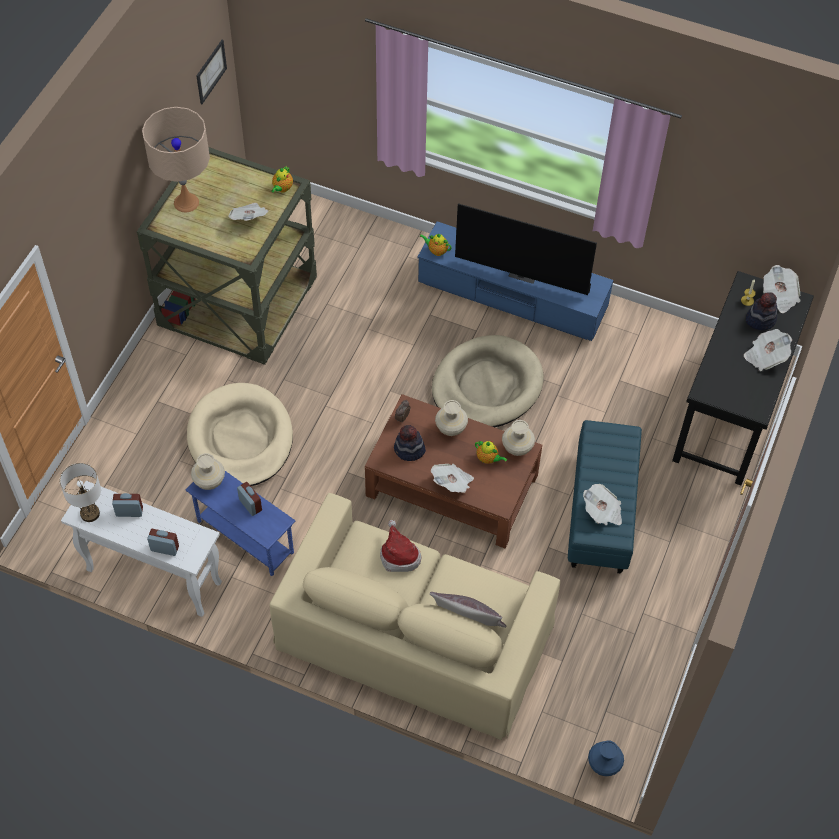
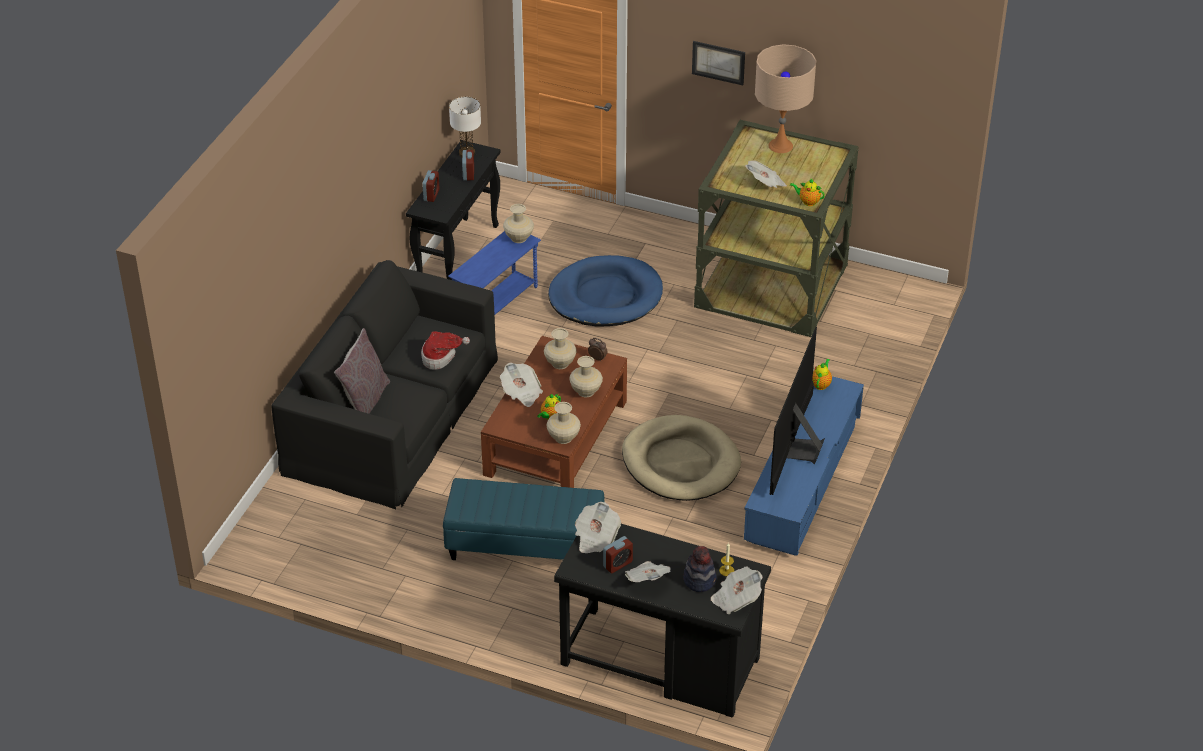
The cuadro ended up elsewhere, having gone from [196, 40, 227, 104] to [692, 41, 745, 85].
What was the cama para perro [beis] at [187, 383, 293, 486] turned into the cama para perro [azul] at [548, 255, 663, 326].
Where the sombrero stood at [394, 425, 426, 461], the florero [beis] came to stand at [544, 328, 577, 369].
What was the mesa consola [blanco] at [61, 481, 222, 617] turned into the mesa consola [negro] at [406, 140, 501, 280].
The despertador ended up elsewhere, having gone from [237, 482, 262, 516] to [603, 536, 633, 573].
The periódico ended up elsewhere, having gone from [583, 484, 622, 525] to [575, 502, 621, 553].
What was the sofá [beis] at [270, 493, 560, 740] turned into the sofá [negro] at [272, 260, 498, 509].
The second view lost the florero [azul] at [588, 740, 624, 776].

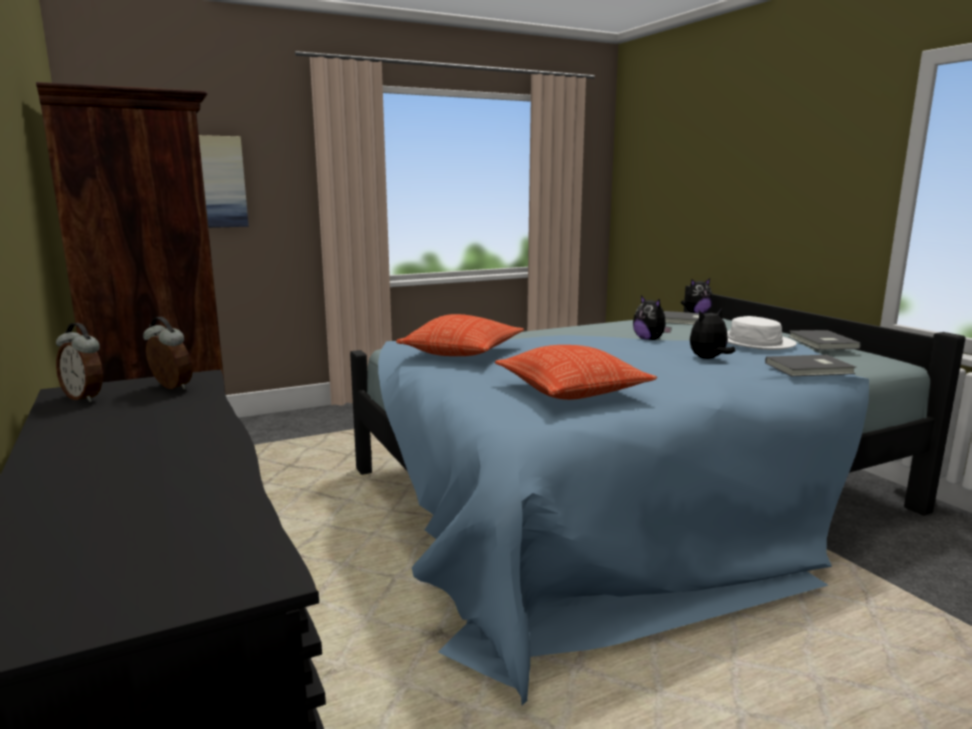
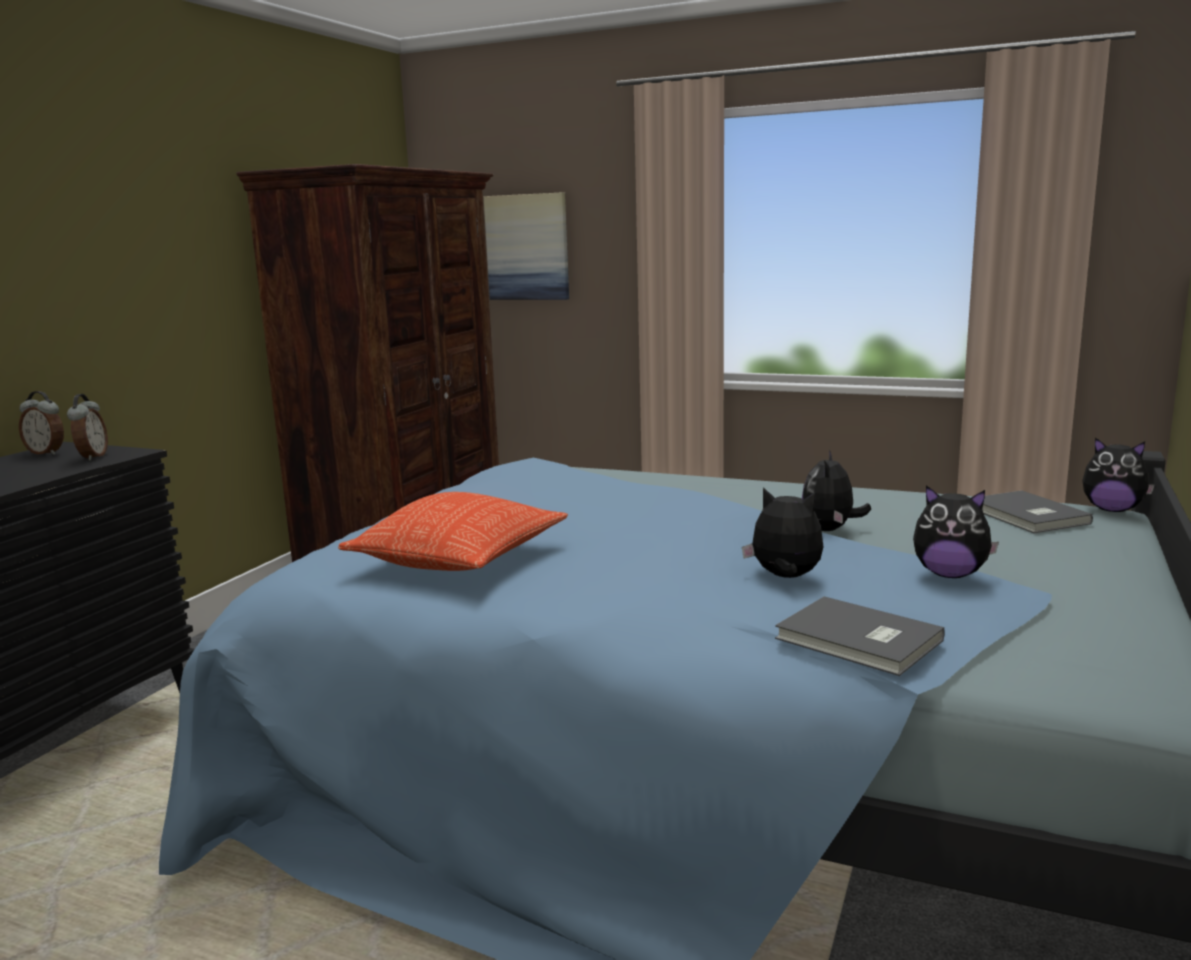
The second view lost the cojín [naranja] at [396, 314, 524, 356].
Where the sombrero [blanco] stood at [727, 316, 797, 350], the peluche came to stand at [913, 485, 999, 578].
The despertador at [56, 323, 103, 402] ended up facing another way, 60 degrees counterclockwise from before.
The second view lost the libro [gris] at [788, 330, 861, 350].

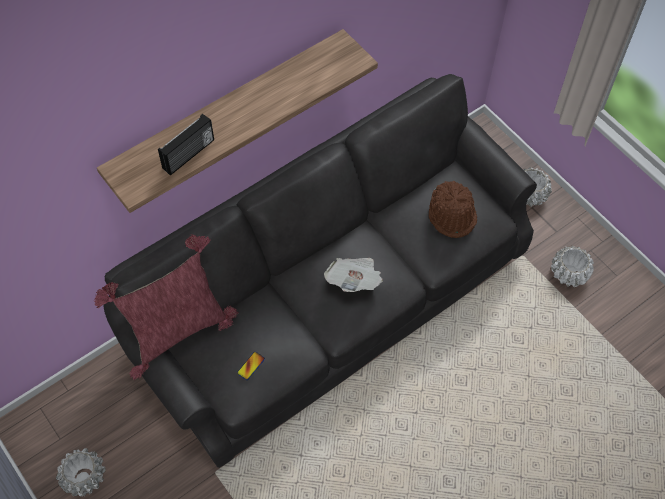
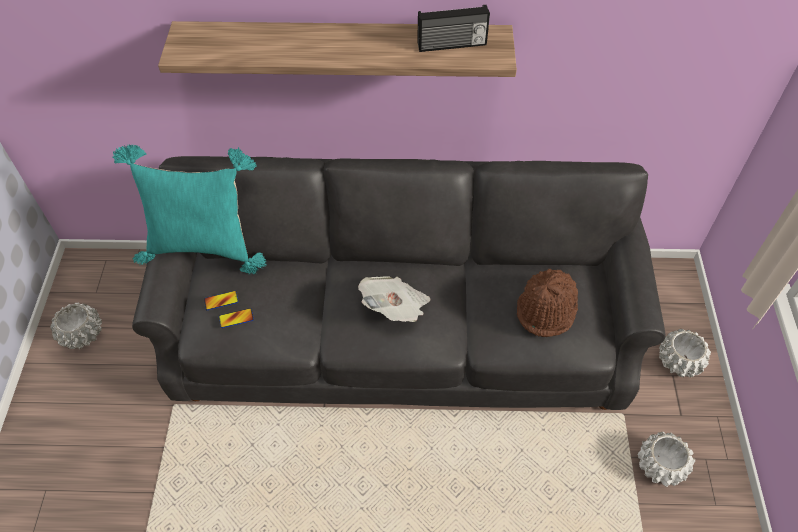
The radio ended up elsewhere, having gone from [158, 114, 214, 176] to [417, 5, 490, 52].
What was the cojín [rojo] at [94, 234, 238, 380] turned into the cojín [turquesa] at [113, 144, 267, 275].
The second view gained the móvil at [204, 291, 239, 310].

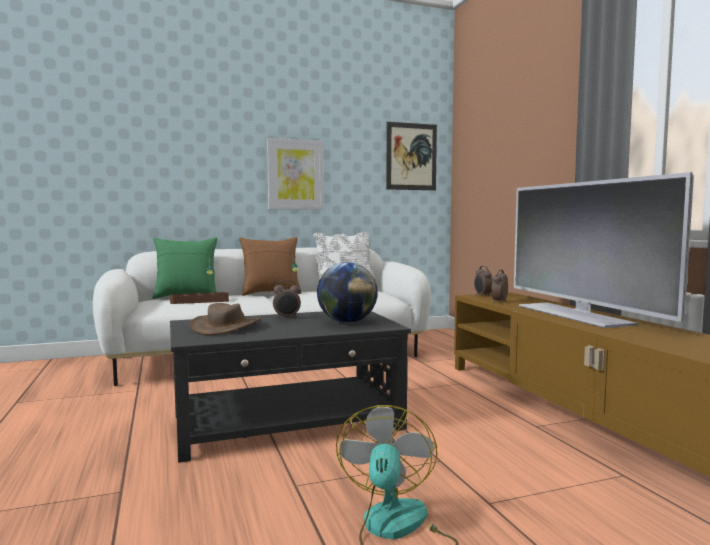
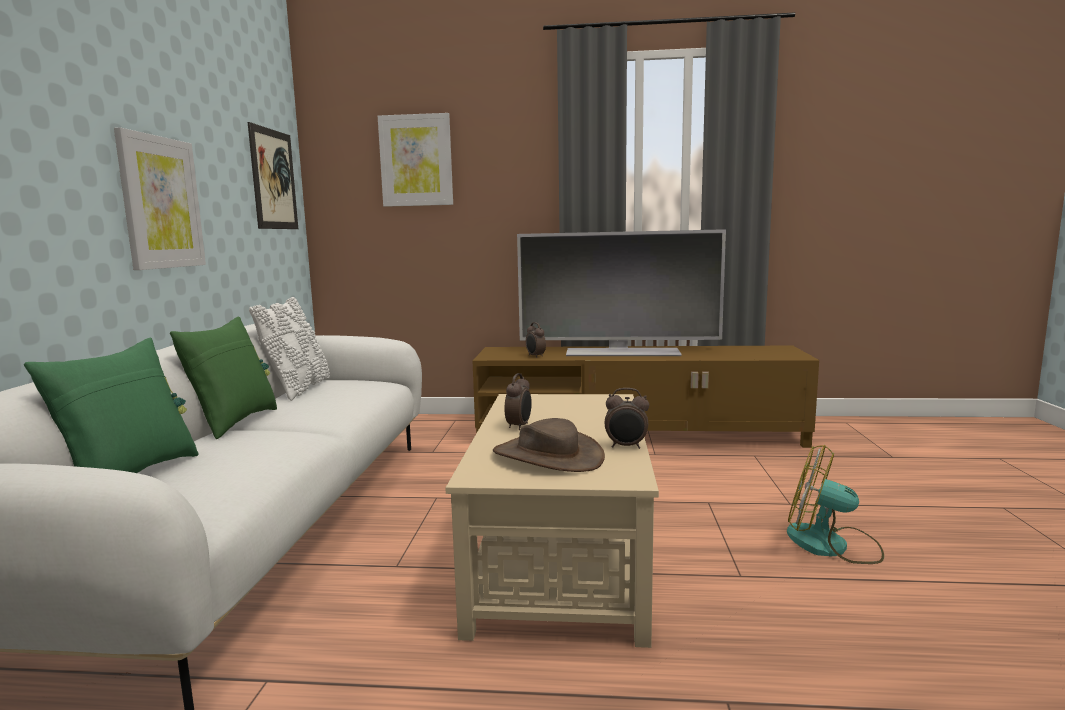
What was the cojín [marrón] at [239, 237, 301, 296] turned into the cojín [verde] at [170, 317, 277, 439].
The second view lost the globo terráqueo at [317, 262, 378, 323].
The despertador ended up elsewhere, having gone from [474, 266, 492, 297] to [605, 388, 649, 449].
The second view lost the bandeja [marrón] at [170, 292, 229, 304].
What was the mesa de centro [negro] at [170, 311, 411, 463] turned into the mesa de centro [beis] at [445, 394, 659, 648].
The second view gained the cuadro at [378, 113, 453, 207].

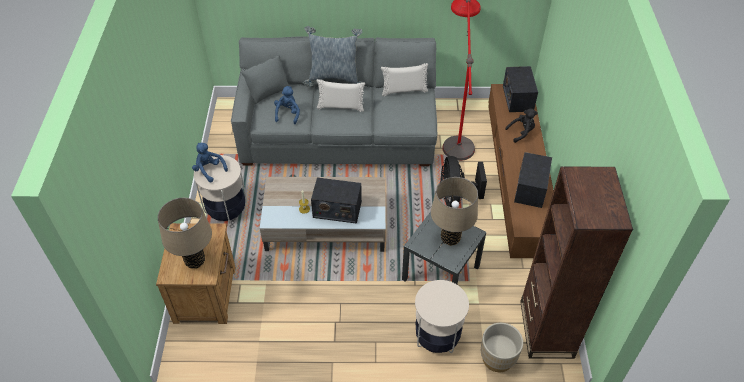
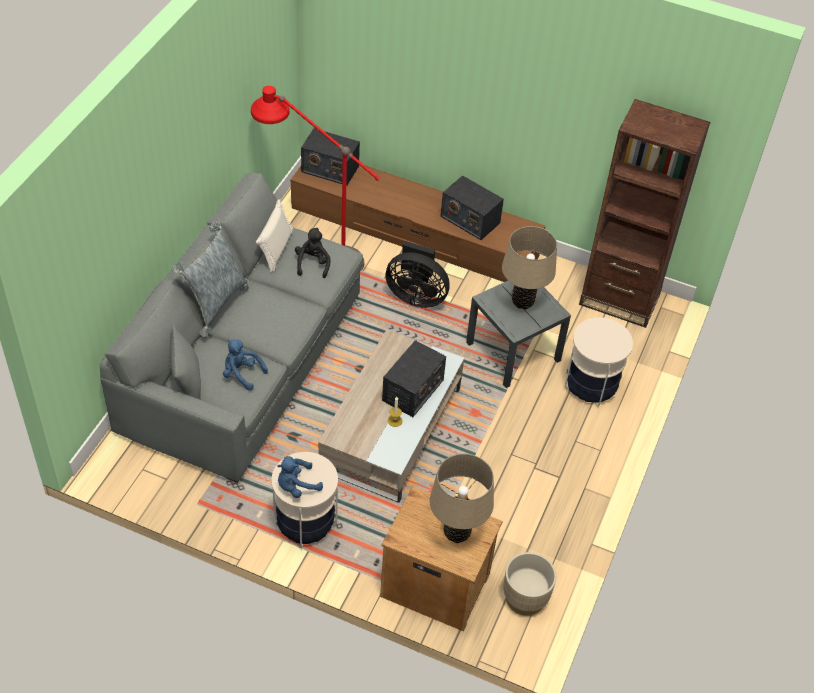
The second view lost the cojín [blanco] at [317, 79, 365, 112].
The peluche [negro] ended up elsewhere, having gone from [505, 109, 538, 143] to [295, 228, 330, 278].
The maceta [beis] ended up elsewhere, having gone from [481, 323, 523, 372] to [503, 552, 556, 616].

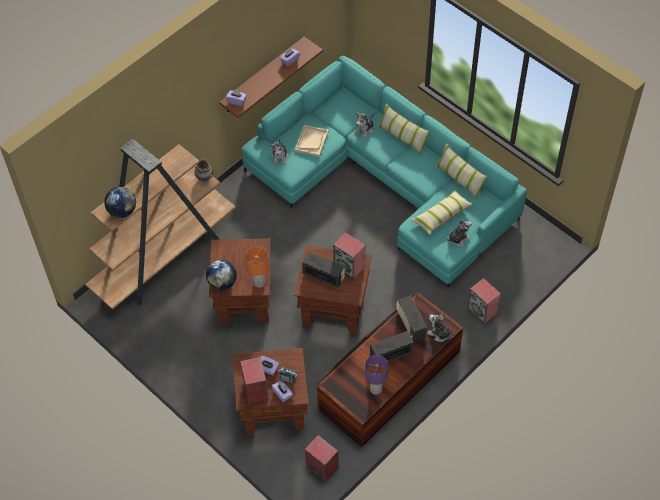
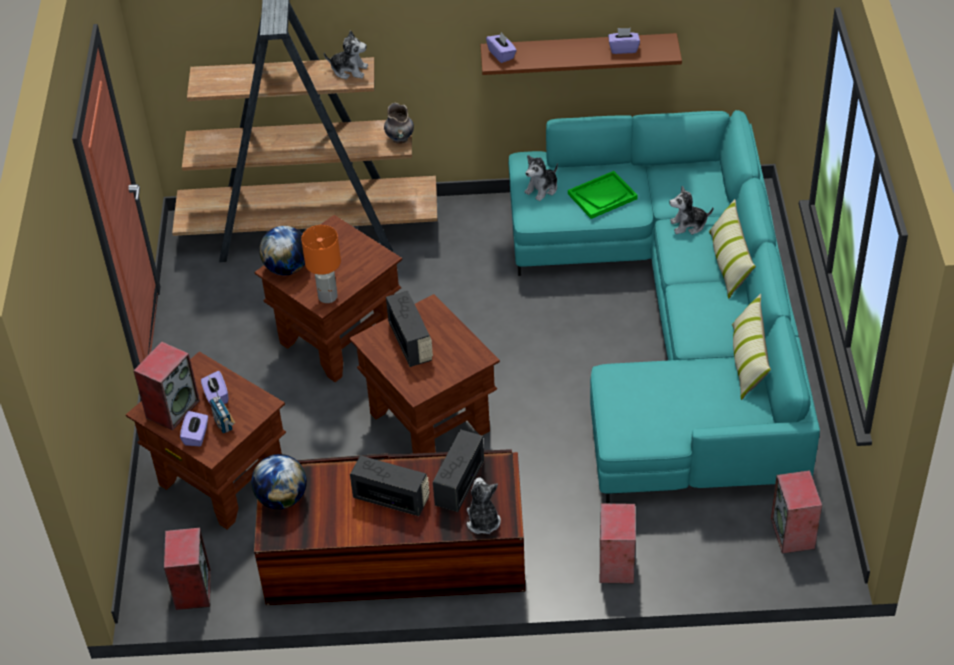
What was the bandeja [beis] at [295, 125, 329, 157] turned into the bandeja [verde] at [568, 171, 638, 219].
The globo terráqueo ended up elsewhere, having gone from [104, 187, 136, 218] to [251, 454, 307, 509].
The second view lost the cojín at [411, 190, 474, 235].
The peluche ended up elsewhere, having gone from [447, 220, 472, 246] to [324, 30, 368, 79].
The altavoz ended up elsewhere, having gone from [333, 232, 365, 280] to [771, 470, 822, 554].
The second view lost the lámpara de mesa [morado] at [365, 355, 388, 394].

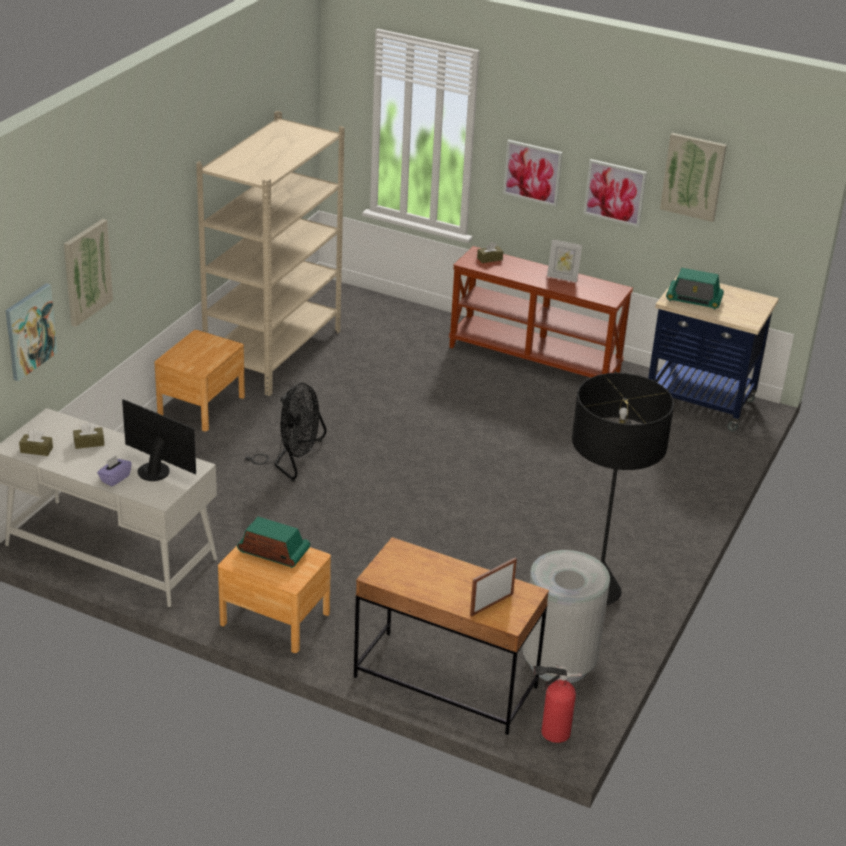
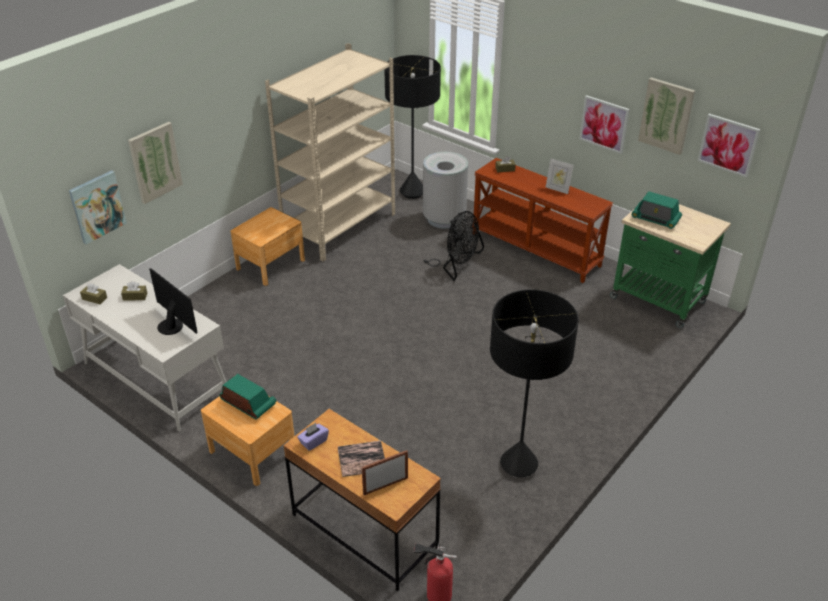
The cuadro ended up elsewhere, having gone from [503, 140, 563, 207] to [698, 114, 760, 178].
What was the carrito [azul] at [648, 275, 779, 431] turned into the carrito [verde] at [610, 204, 731, 328].
The ventilador [negro] ended up elsewhere, having gone from [244, 383, 327, 482] to [423, 211, 484, 281].
The caja de pañuelos [morado] ended up elsewhere, having gone from [97, 455, 132, 486] to [297, 423, 329, 451].
The papelera [gris] ended up elsewhere, having gone from [522, 550, 610, 683] to [423, 152, 468, 229].
The second view gained the lámpara de pie [negro] at [384, 55, 441, 199].
The second view gained the libro at [338, 441, 385, 477].

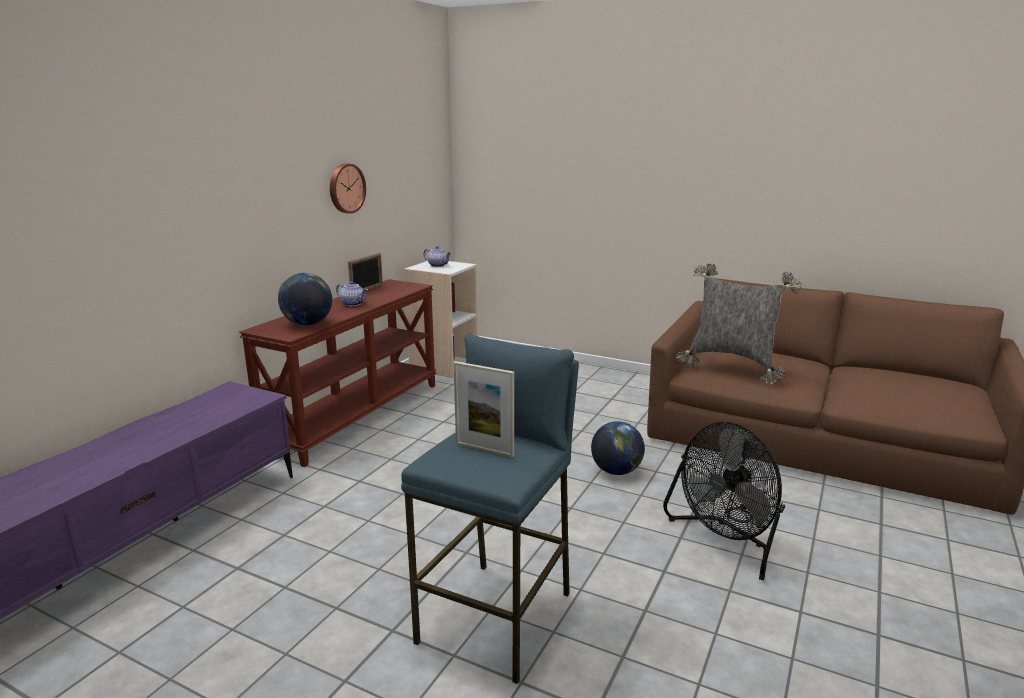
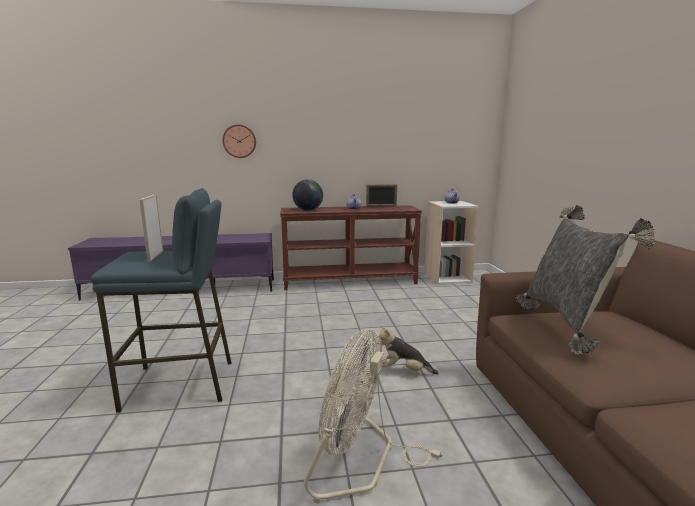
The reloj de pared ended up elsewhere, having gone from [330, 164, 366, 214] to [223, 124, 256, 158].
Where the globo terráqueo stood at [591, 421, 645, 475], the peluche came to stand at [377, 326, 439, 375].
What was the ventilador [negro] at [663, 422, 785, 581] turned into the ventilador [beis] at [304, 329, 443, 503].

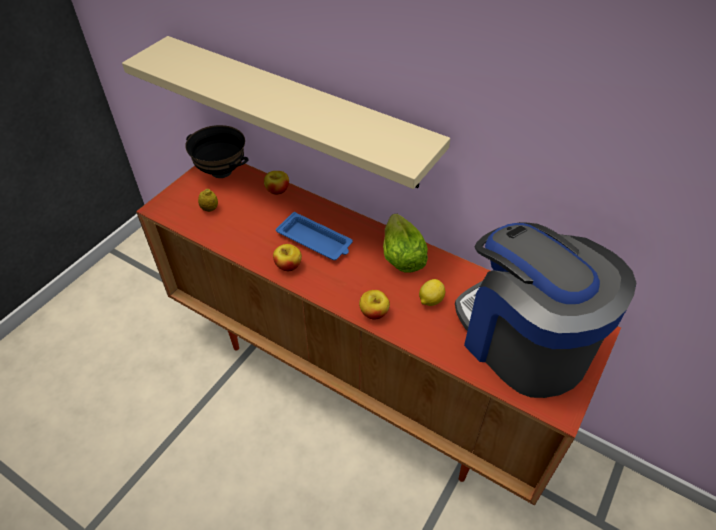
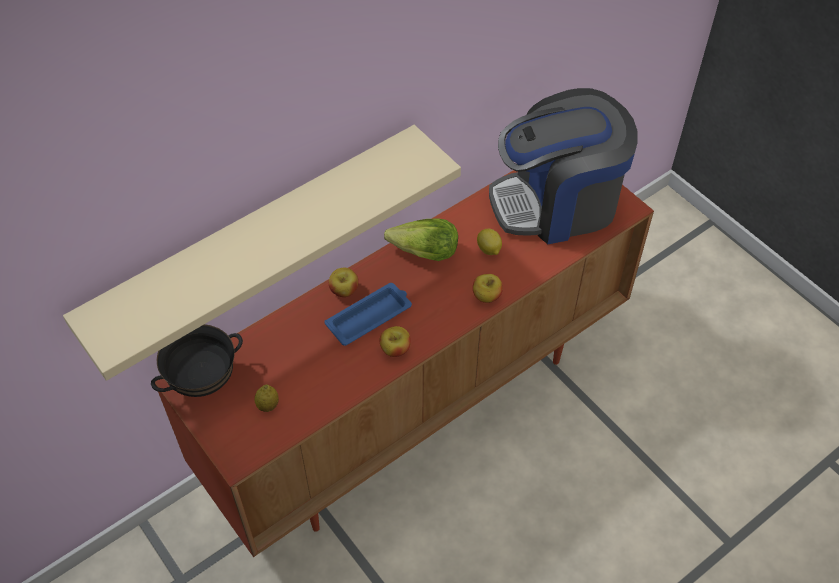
The manzana ended up elsewhere, having gone from [264, 171, 289, 195] to [329, 268, 359, 297].

